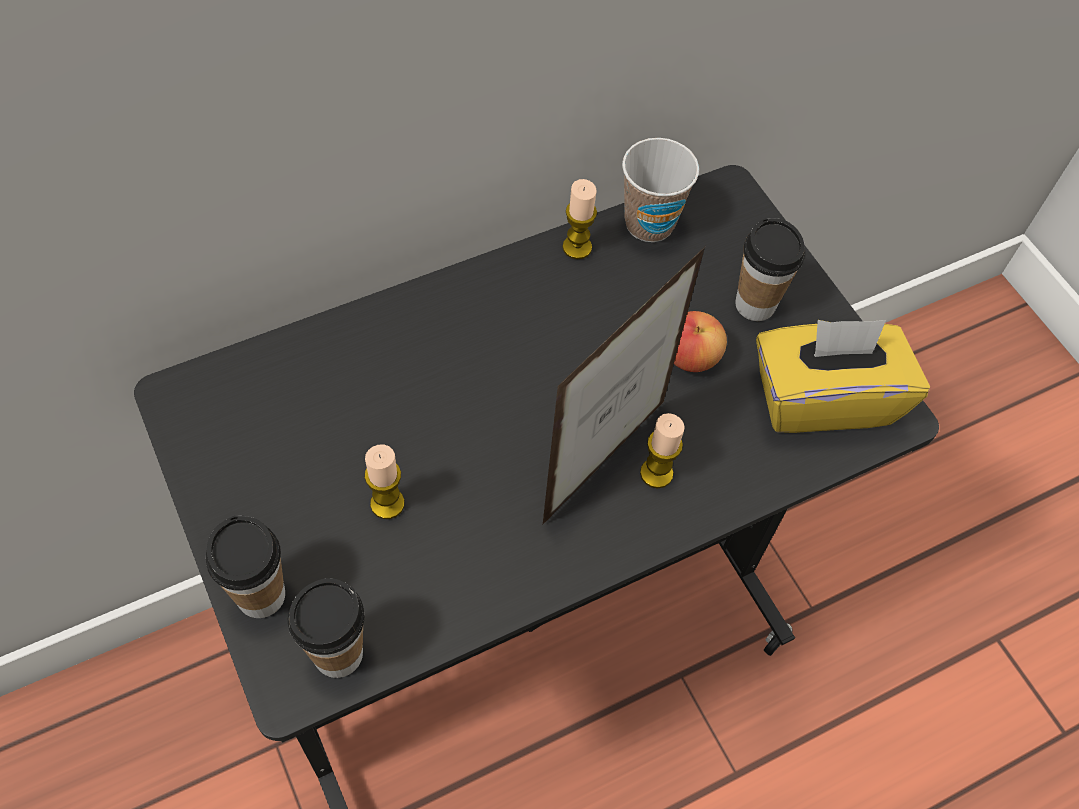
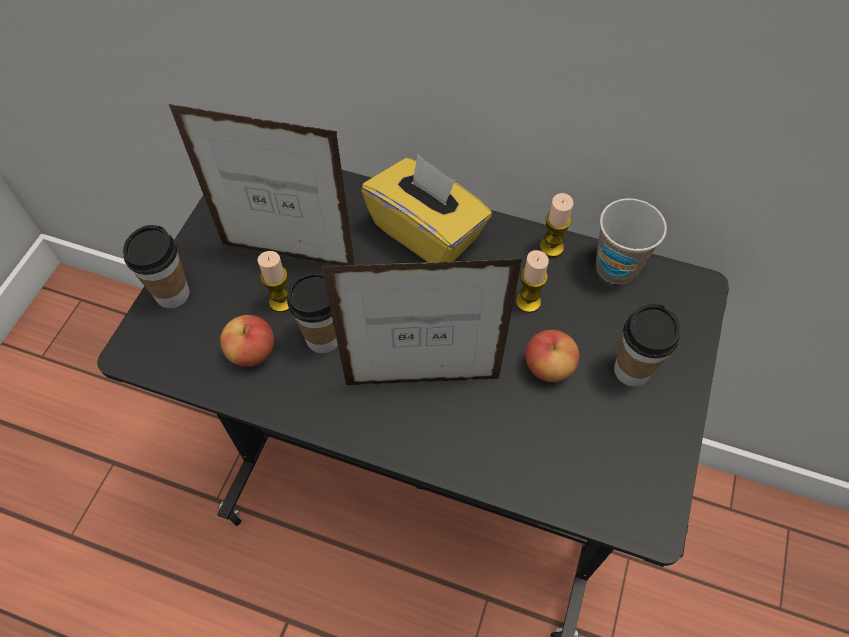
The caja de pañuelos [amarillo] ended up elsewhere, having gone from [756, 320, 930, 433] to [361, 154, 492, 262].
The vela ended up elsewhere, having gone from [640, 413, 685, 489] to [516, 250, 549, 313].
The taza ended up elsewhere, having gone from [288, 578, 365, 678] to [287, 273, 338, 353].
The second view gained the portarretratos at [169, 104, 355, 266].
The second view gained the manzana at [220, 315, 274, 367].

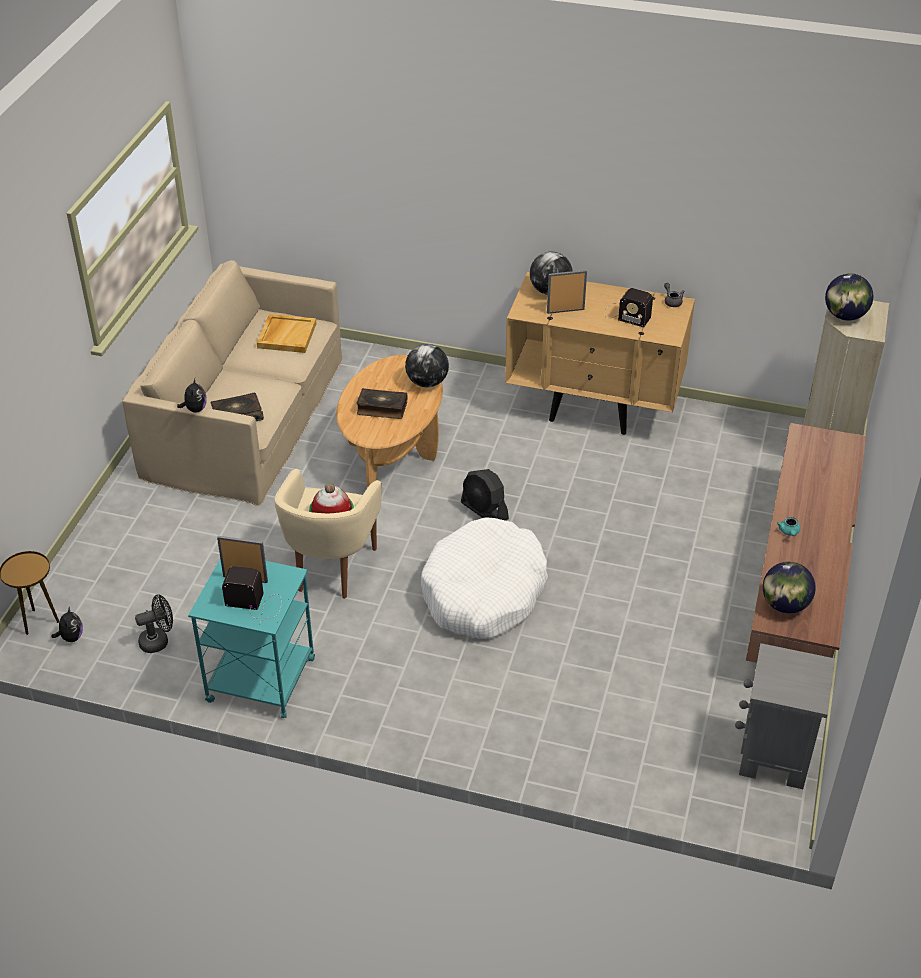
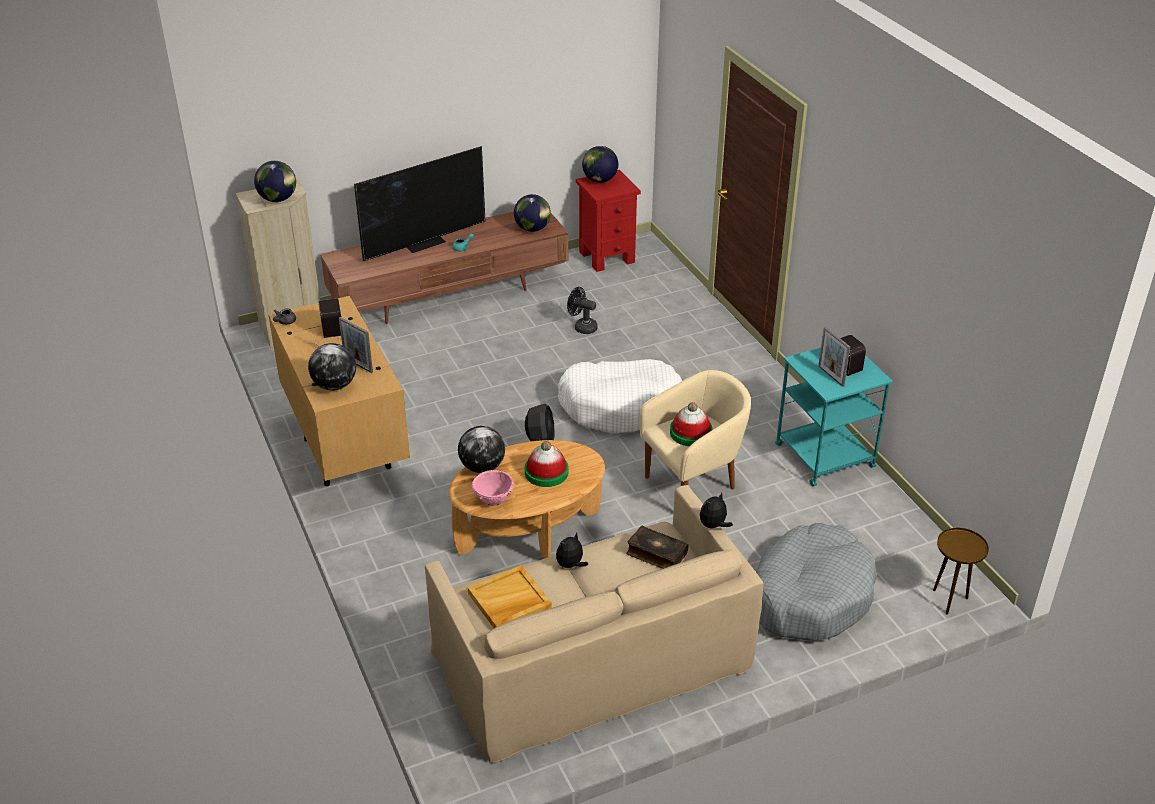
Where the libro stood at [357, 388, 407, 419], the sombrero came to stand at [525, 441, 569, 487].
The ventilador [negro] ended up elsewhere, having gone from [135, 594, 173, 653] to [567, 287, 598, 334].
The peluche ended up elsewhere, having gone from [52, 606, 83, 642] to [556, 533, 588, 568].
What was the mesita de noche [gris] at [735, 643, 835, 789] turned into the mesita de noche [rojo] at [576, 170, 641, 272].
The second view gained the televisor at [354, 146, 485, 261].
The second view gained the globo terráqueo at [582, 146, 618, 183].
The second view gained the cuenco [rosa] at [472, 470, 514, 506].
The second view gained the cama para perro [gris] at [756, 523, 877, 640].

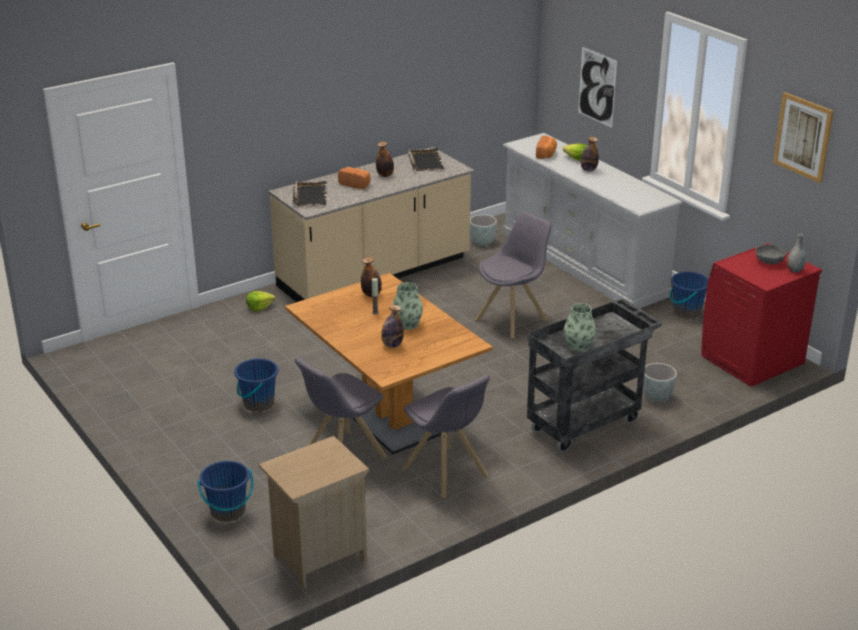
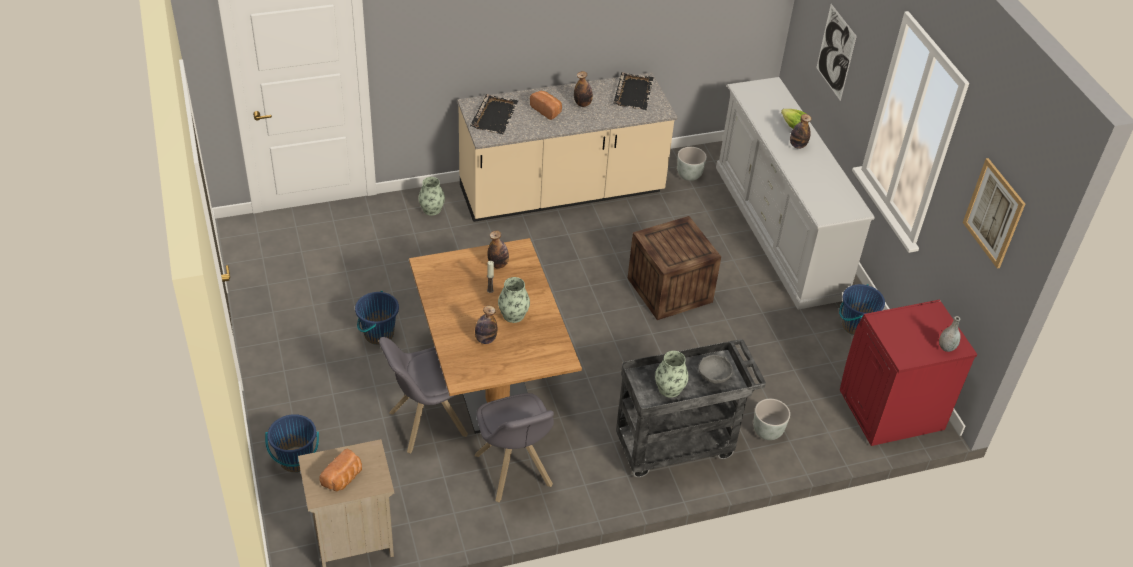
The pan ended up elsewhere, having gone from [536, 135, 557, 159] to [320, 448, 362, 491].
Where the silla [gris] stood at [476, 212, 551, 339], the caja de embalaje came to stand at [627, 216, 721, 320].
The cuenco [gris] ended up elsewhere, having gone from [756, 244, 786, 264] to [699, 355, 732, 384].
Where the lechuga stood at [246, 291, 275, 311], the florero came to stand at [418, 177, 445, 216].

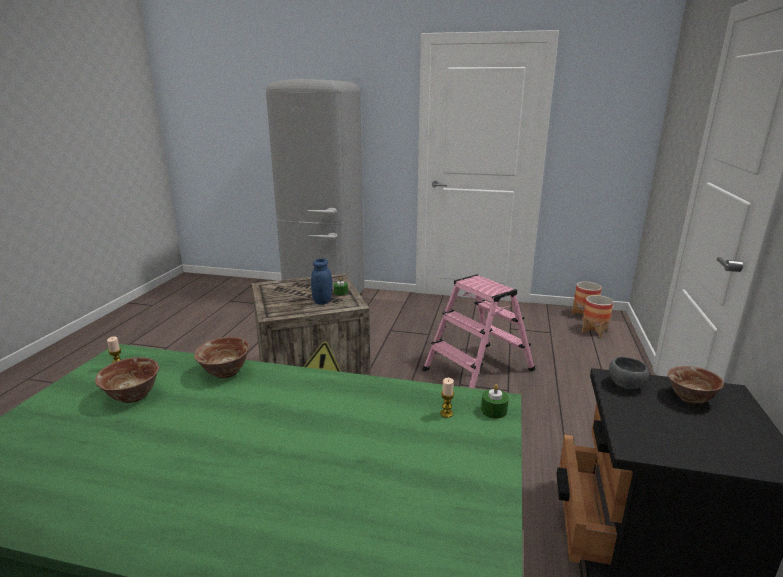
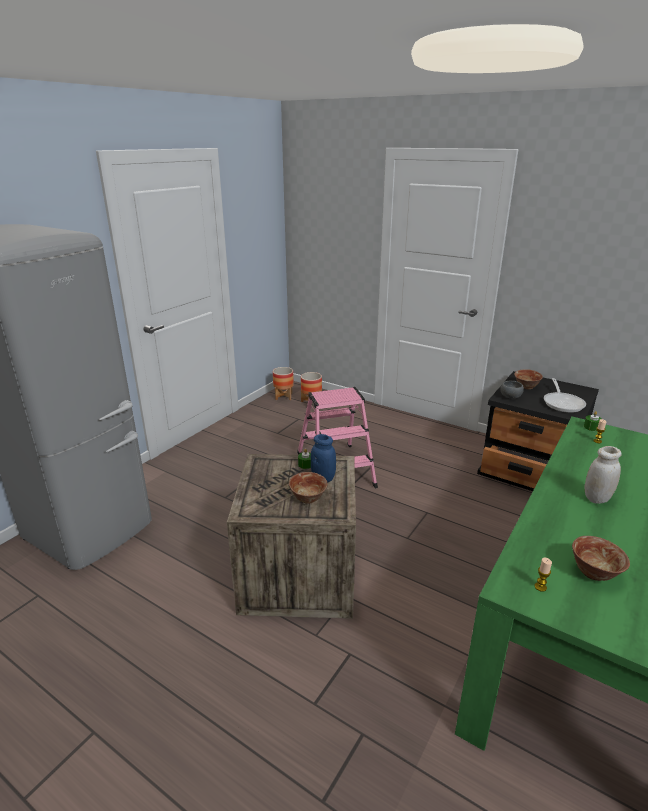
The cuenco ended up elsewhere, having gone from [194, 337, 249, 378] to [289, 472, 327, 504].
The second view gained the sartén at [544, 378, 586, 413].
The second view gained the tarro [blanco] at [585, 446, 622, 504].

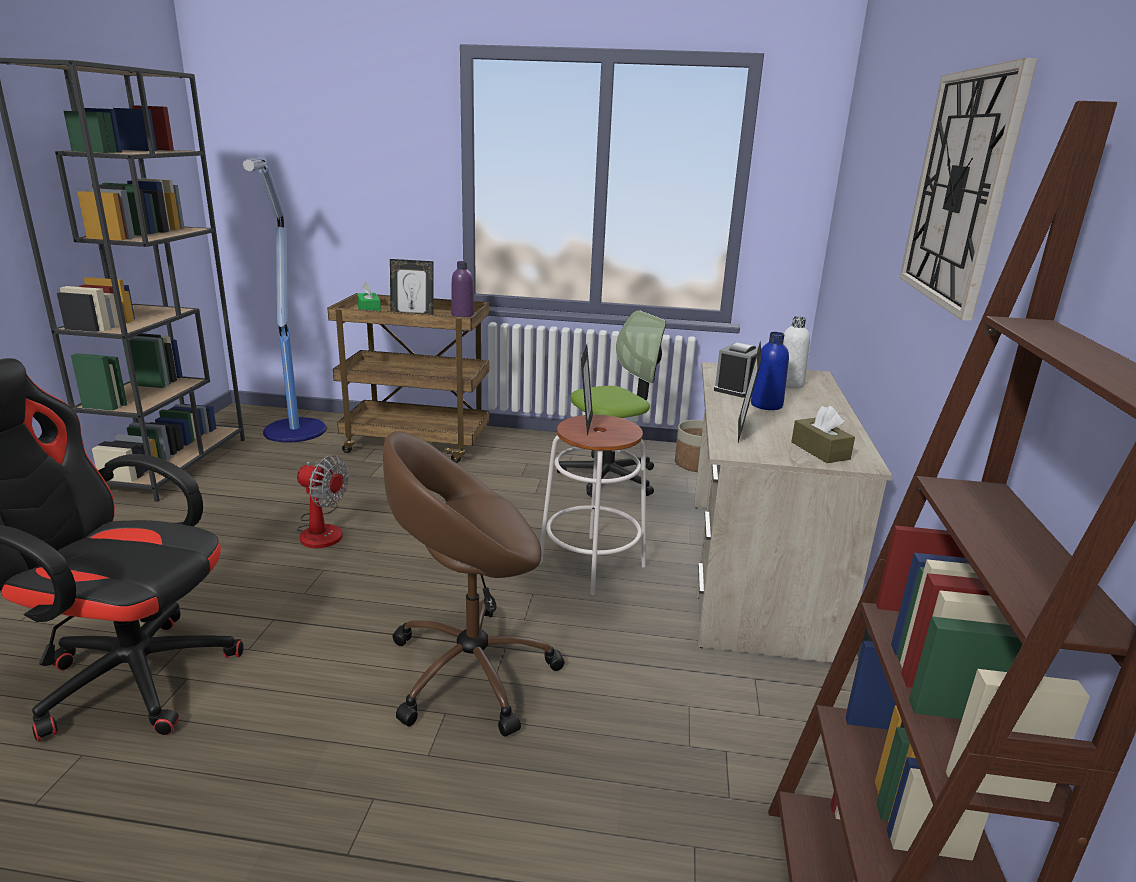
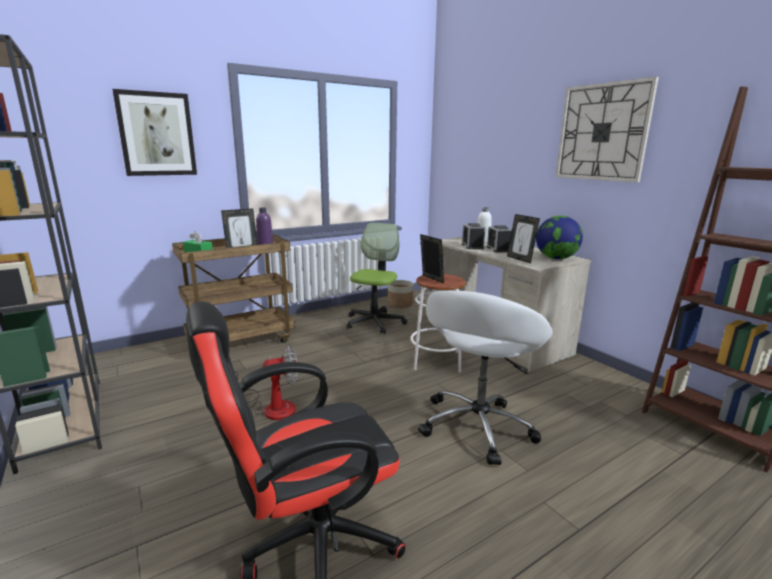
The second view lost the lámpara de pie at [243, 156, 326, 443].
Where the botella [azul] stood at [751, 332, 789, 410], the despertador came to stand at [487, 225, 512, 253].
Where the caja de pañuelos [marrón] stood at [791, 406, 855, 463], the globo terráqueo came to stand at [536, 216, 583, 259].
What was the silla de oficina [marrón] at [383, 431, 565, 737] turned into the silla de oficina [blanco] at [418, 291, 553, 465].
The second view gained the cuadro at [112, 89, 197, 176].

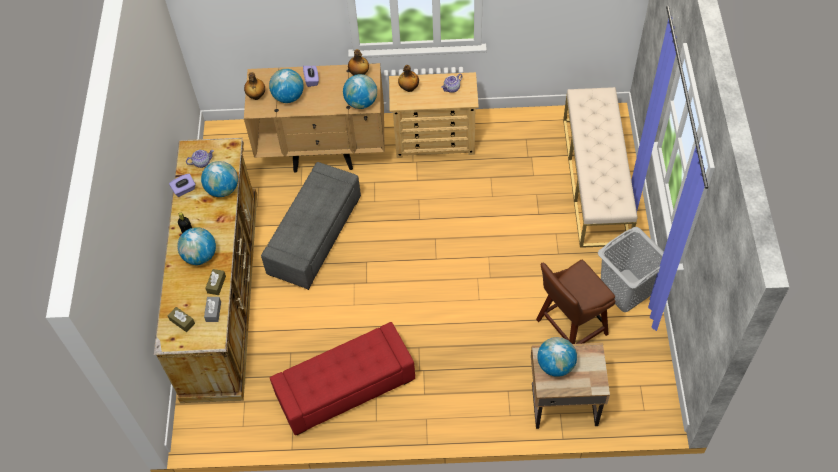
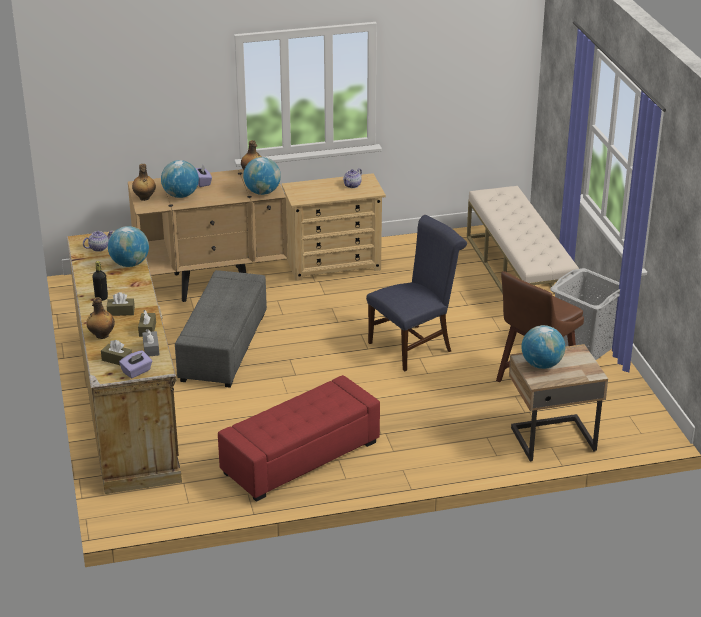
The botella ended up elsewhere, having gone from [398, 65, 419, 92] to [86, 297, 115, 339].
The caja de pañuelos [morado] ended up elsewhere, having gone from [169, 174, 195, 197] to [119, 350, 152, 378].
Where the globo terráqueo stood at [177, 227, 216, 265], the caja de pañuelos [marrón] came to stand at [107, 292, 135, 316].
The second view gained the silla [azul] at [366, 215, 467, 371].

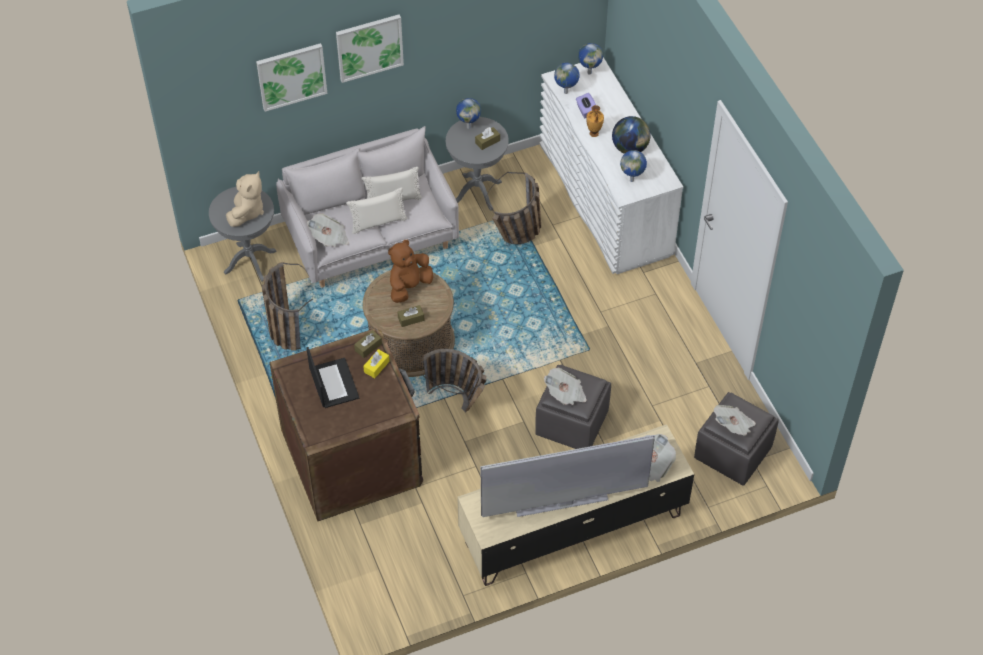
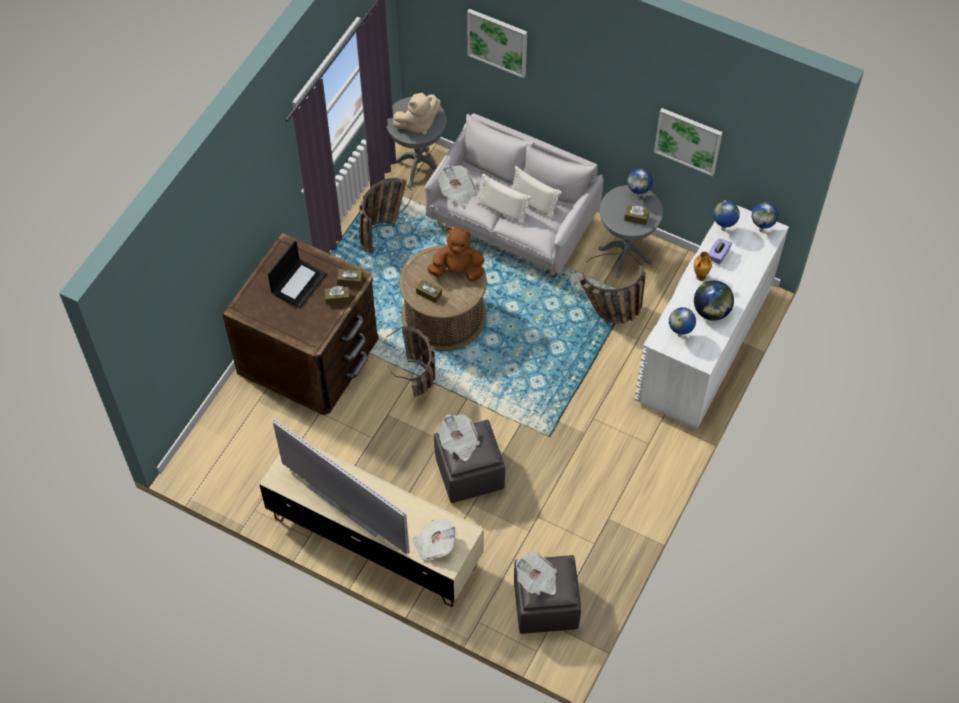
The cuadro ended up elsewhere, having gone from [336, 15, 404, 83] to [654, 108, 723, 176].
What was the caja de pañuelos [amarillo] at [363, 349, 390, 378] turned into the caja de pañuelos [marrón] at [325, 286, 350, 305].

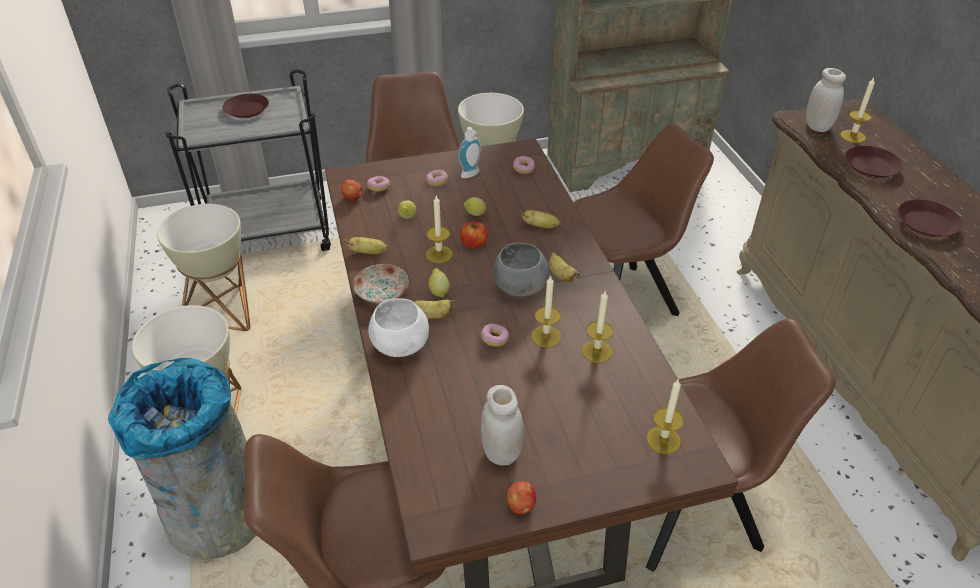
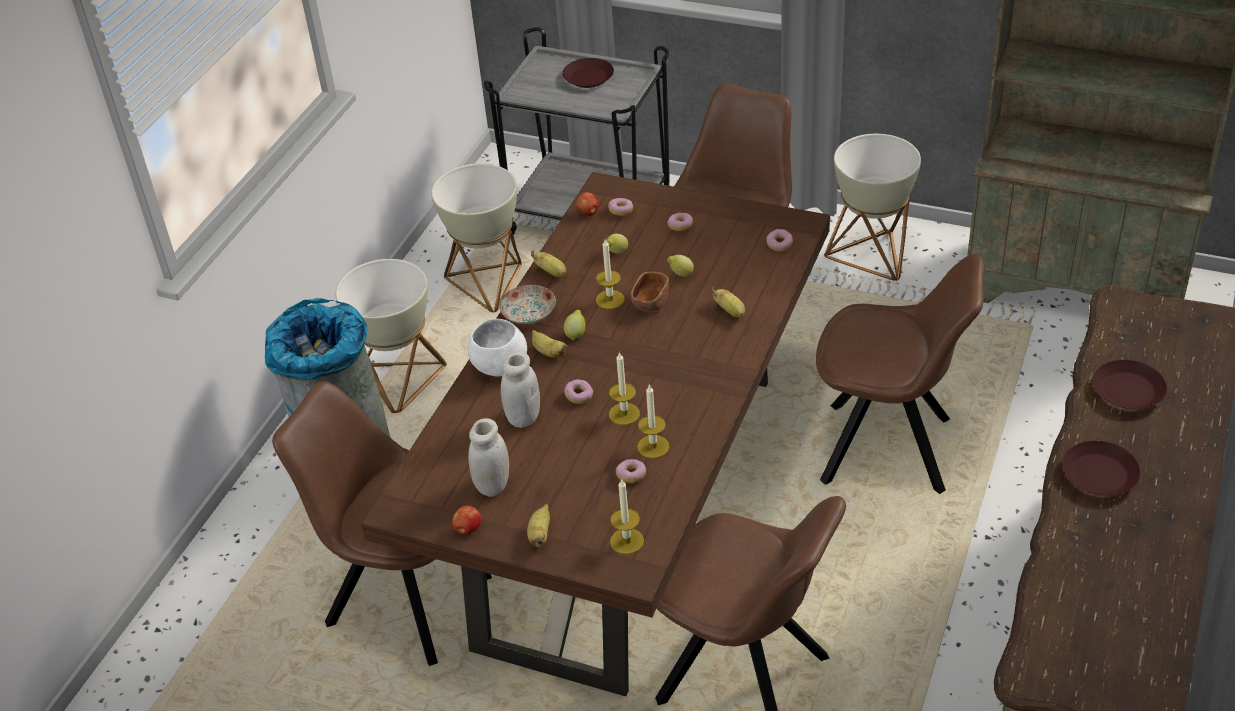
The tarro [blanco] ended up elsewhere, having gone from [806, 68, 846, 132] to [501, 352, 540, 428].
The second view lost the vela at [840, 78, 875, 143].
The second view lost the dispensador de jabón at [458, 127, 481, 178].
Where the manzana stood at [460, 221, 488, 248], the cuenco [marrón] came to stand at [631, 272, 669, 312].
The second view lost the cuenco [gris] at [493, 243, 549, 296].
The plátano ended up elsewhere, having gone from [549, 252, 580, 282] to [527, 504, 550, 547].
The second view gained the rosquilla at [616, 459, 646, 483].

